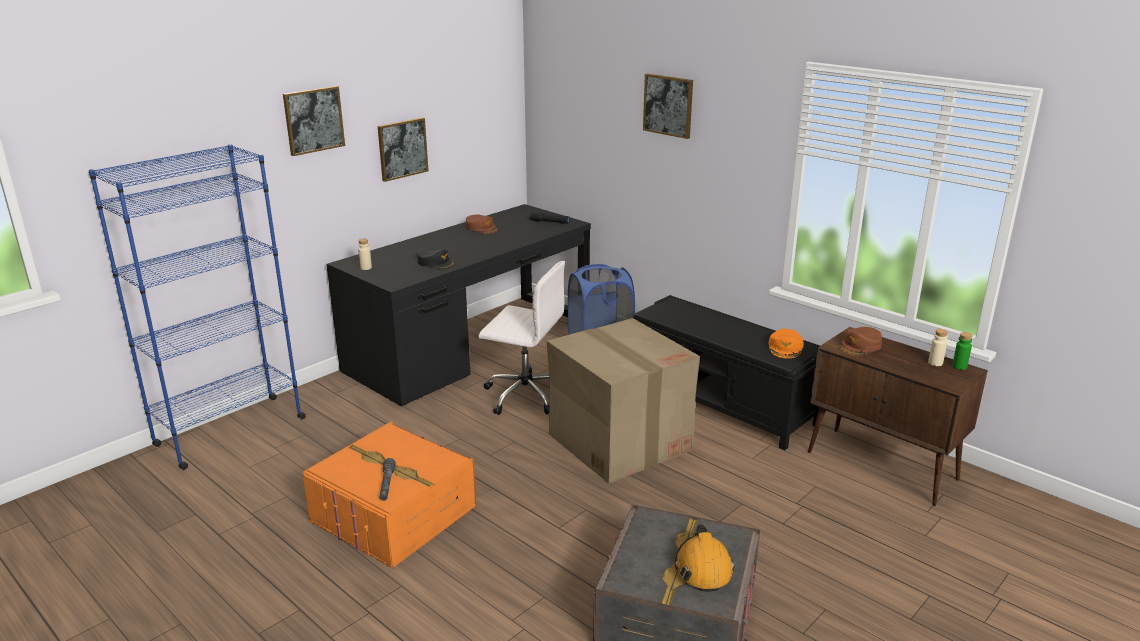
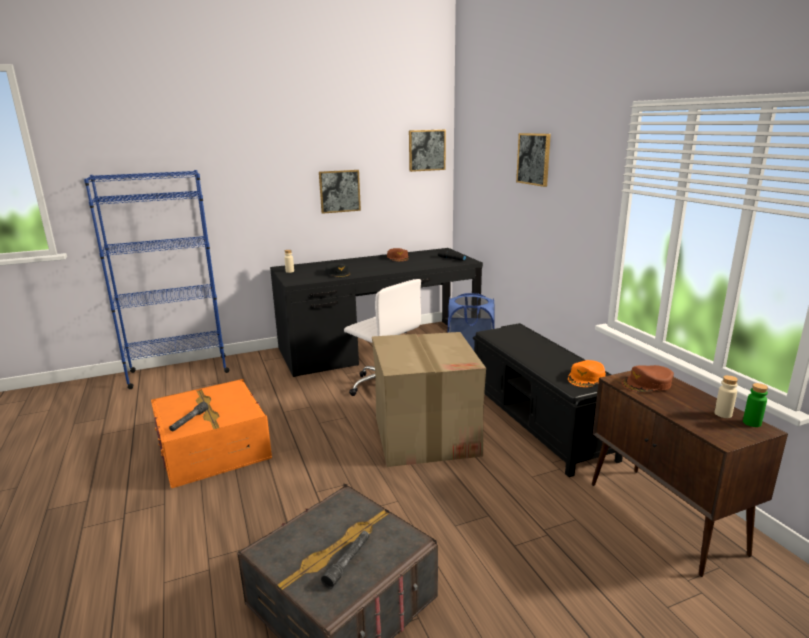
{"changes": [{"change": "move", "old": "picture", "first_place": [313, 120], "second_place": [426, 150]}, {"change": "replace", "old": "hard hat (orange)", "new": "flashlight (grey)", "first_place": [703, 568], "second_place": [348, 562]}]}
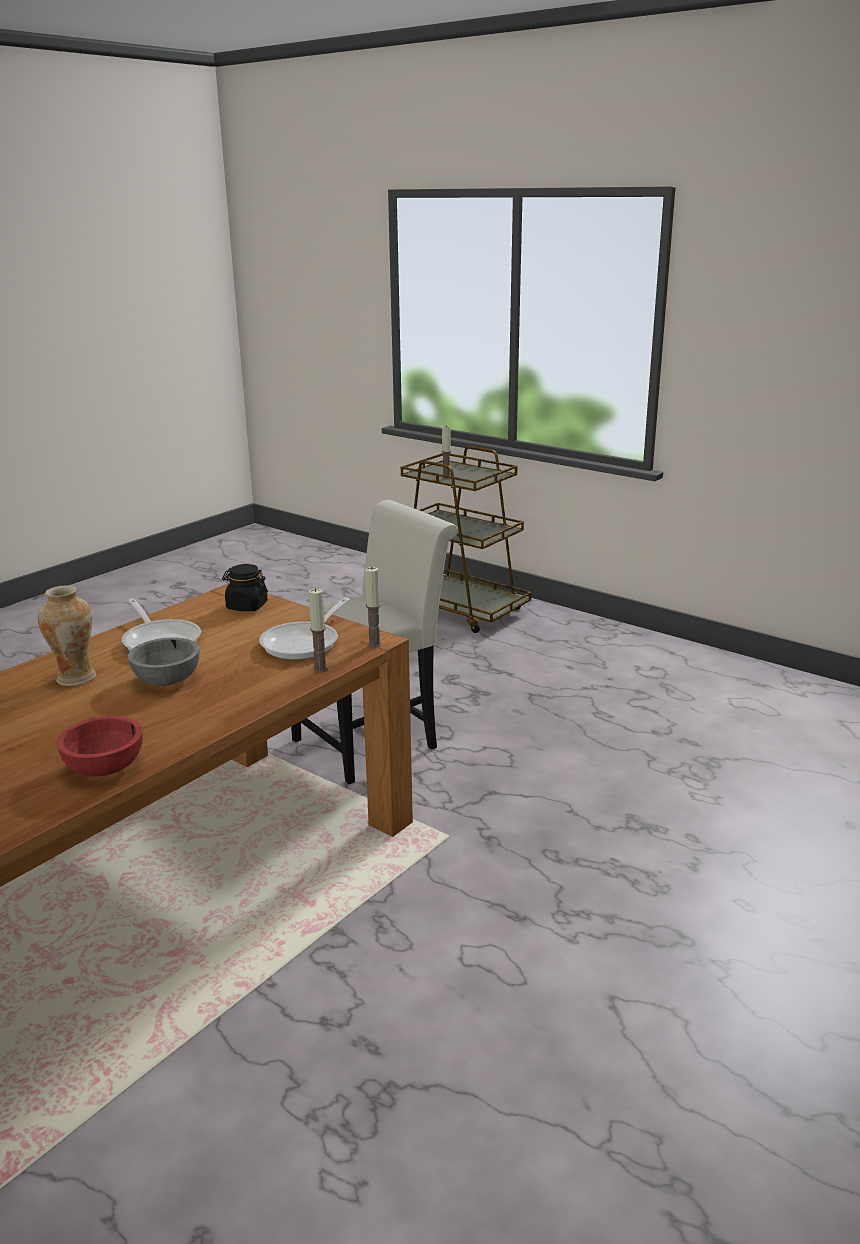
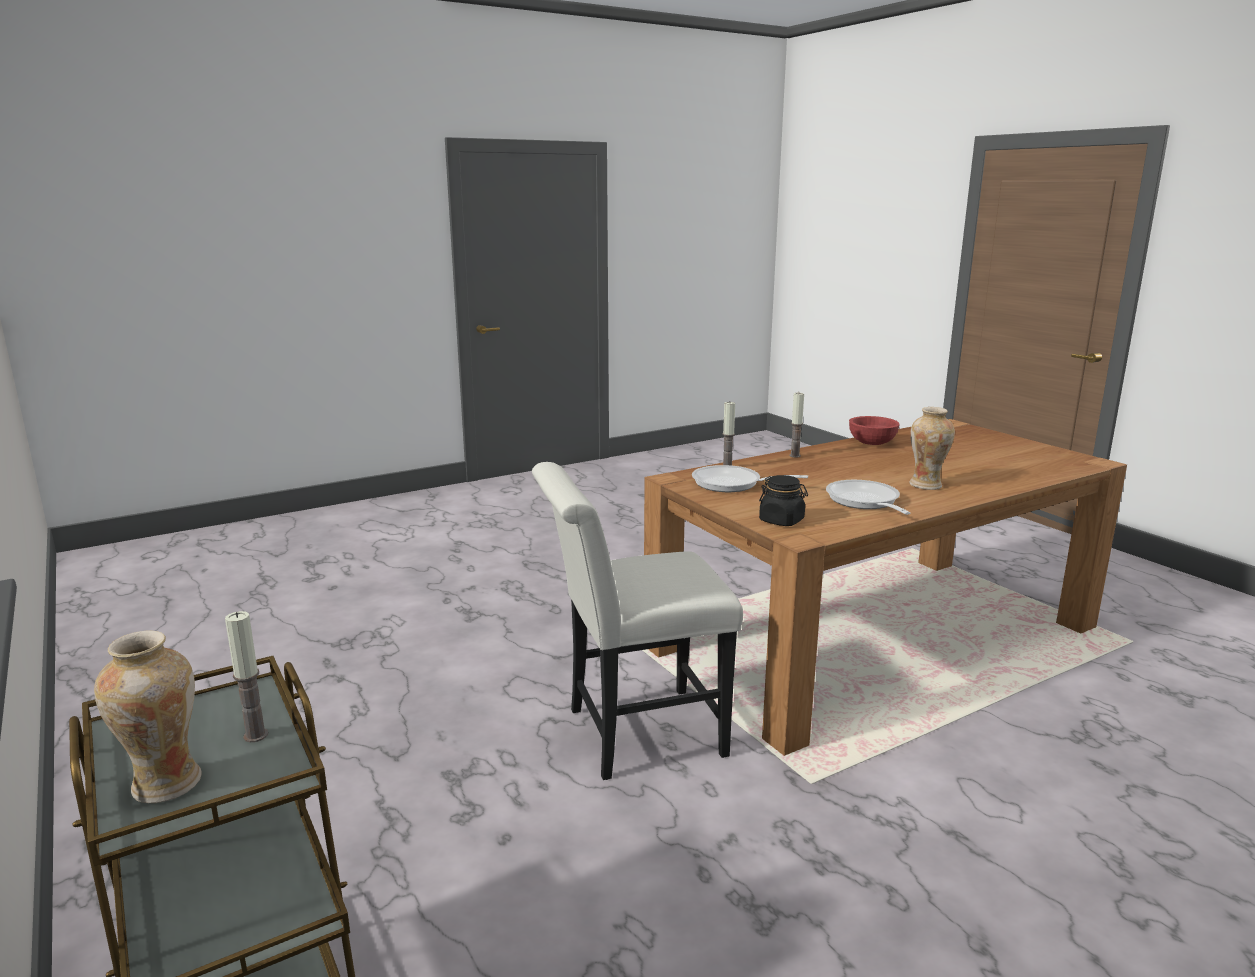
{"changes": [{"change": "delete", "old": "bowl (grey)", "first_place": [167, 680]}, {"change": "rotate", "old": "frying pan", "first_place": [305, 643], "second_place": [732, 484], "degrees": -120}, {"change": "move", "old": "candle", "first_place": [374, 644], "second_place": [794, 456]}, {"change": "insert", "new": "vase", "second_place": [166, 784]}]}
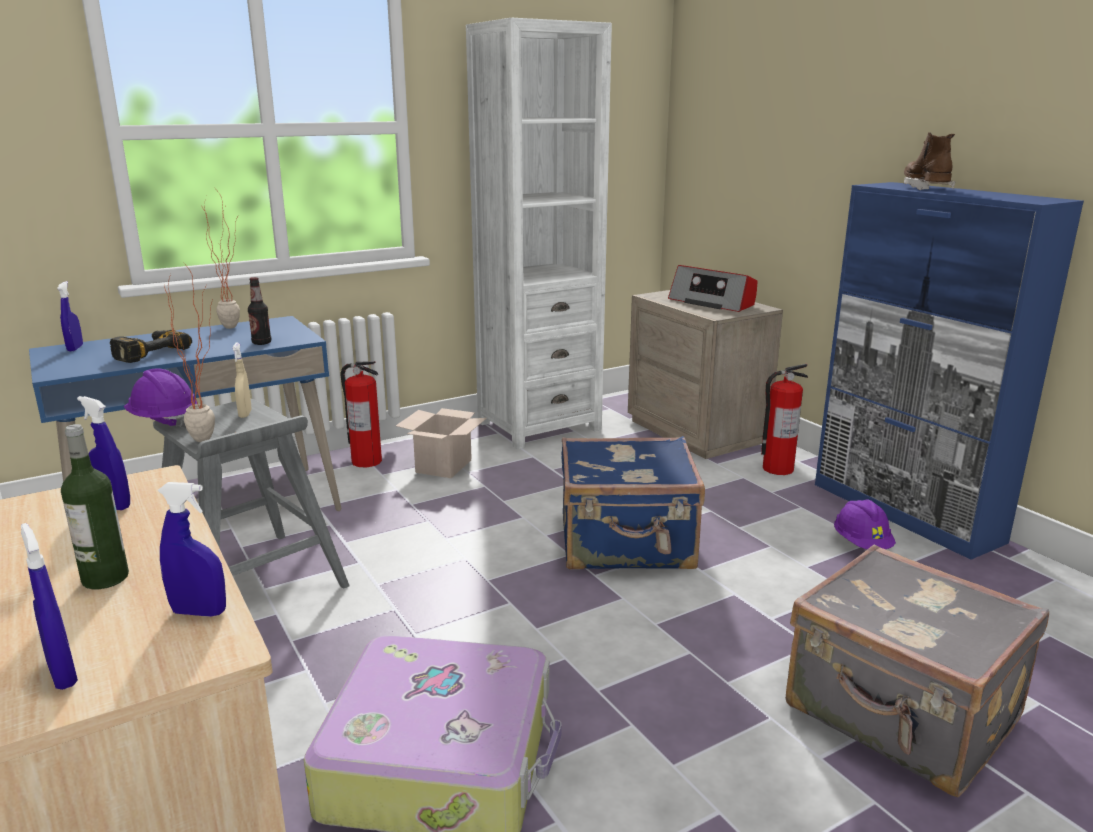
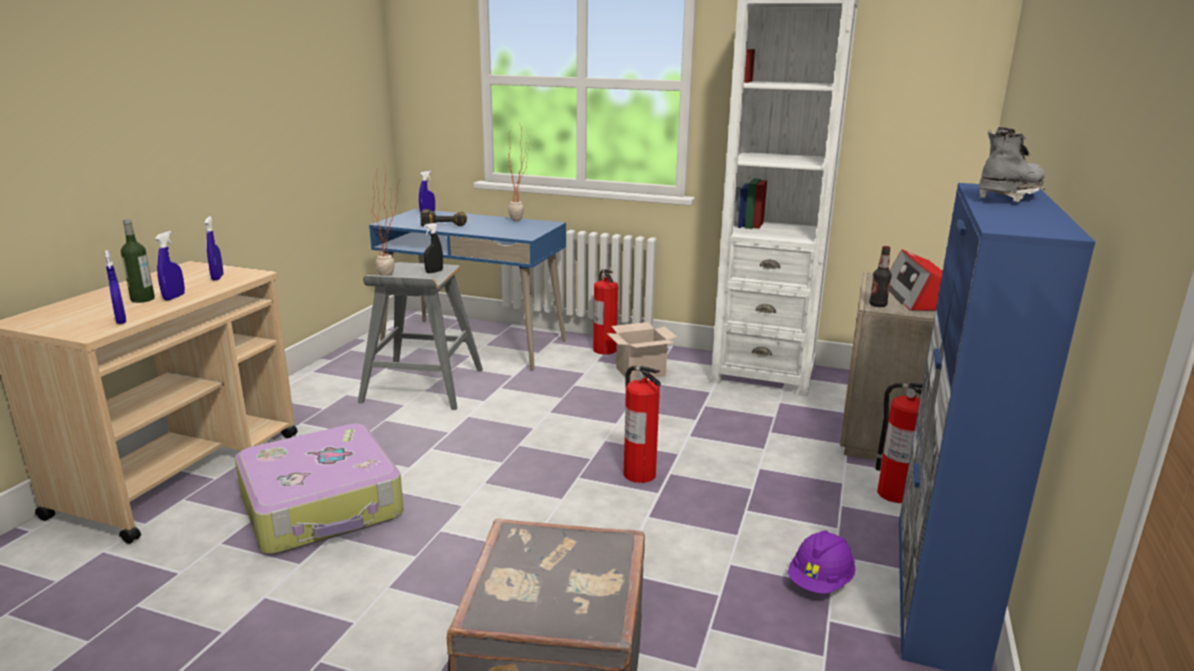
{"changes": [{"change": "move", "old": "spray bottle (blue)", "first_place": [62, 674], "second_place": [174, 297]}, {"change": "delete", "old": "hard hat (purple)", "first_place": [164, 421]}, {"change": "recolor", "old": "spray bottle (beige)", "new": "spray bottle (black)", "first_place": [245, 414], "second_place": [434, 272]}, {"change": "move", "old": "bottle", "first_place": [261, 343], "second_place": [877, 305]}, {"change": "replace", "old": "suitcase (blue)", "new": "fire extinguisher", "first_place": [627, 544], "second_place": [639, 473]}, {"change": "recolor", "old": "boot (brown)", "new": "boot (grey)", "first_place": [925, 188], "second_place": [1009, 197]}]}
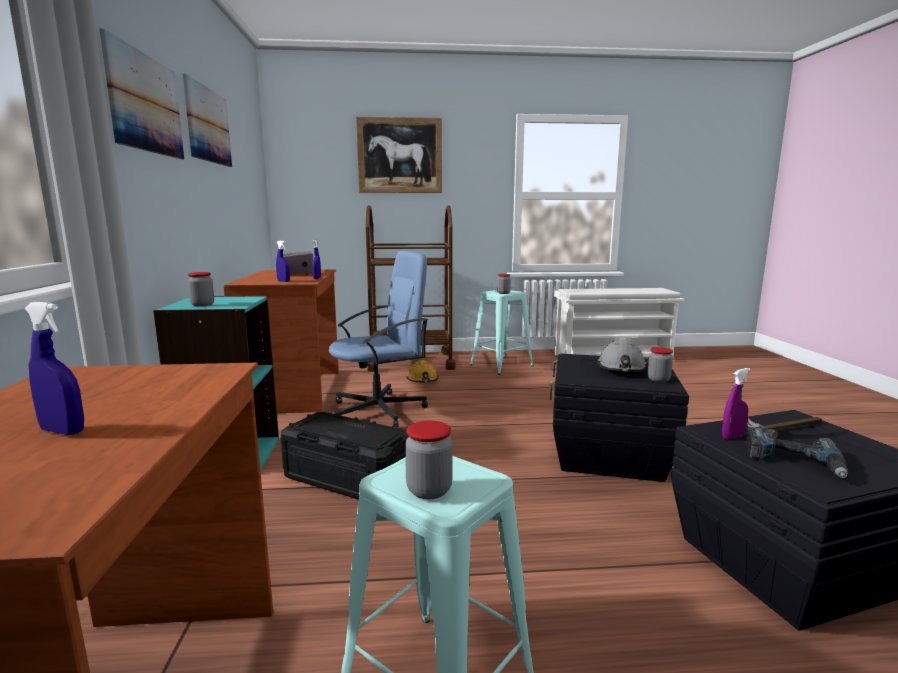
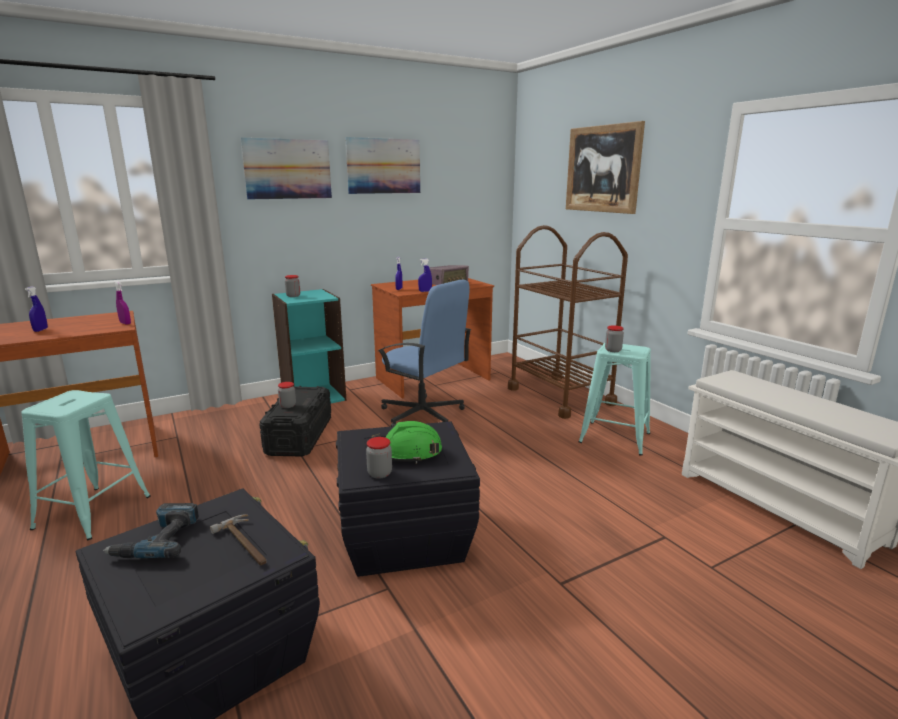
{"changes": [{"change": "move", "old": "jar", "first_place": [429, 490], "second_place": [288, 405]}, {"change": "delete", "old": "hard hat (orange)", "first_place": [422, 380]}, {"change": "recolor", "old": "hard hat (grey)", "new": "hard hat (green)", "first_place": [621, 369], "second_place": [408, 453]}, {"change": "move", "old": "spray bottle (purple)", "first_place": [732, 436], "second_place": [125, 323]}]}
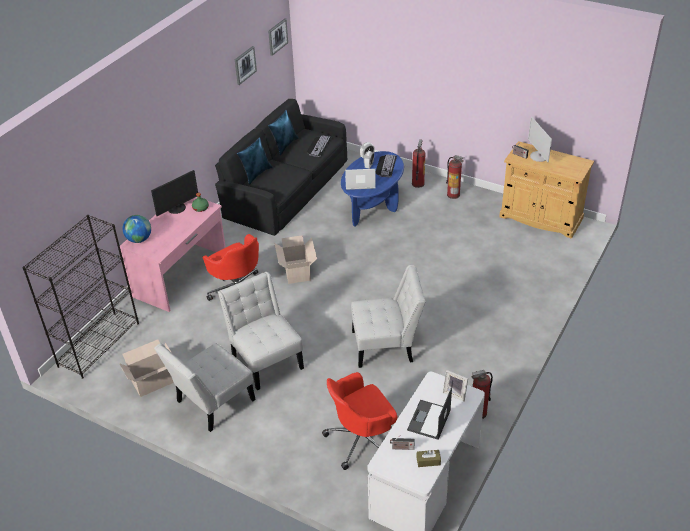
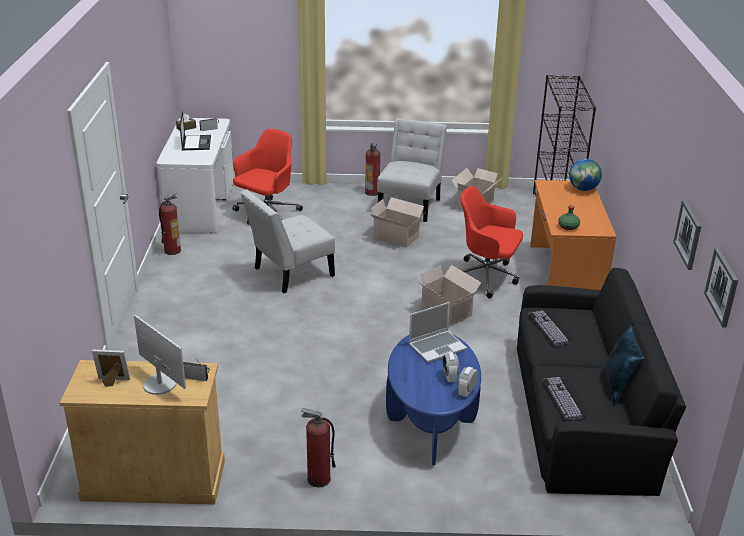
{"changes": [{"change": "recolor", "old": "desk (pink)", "new": "desk (orange)", "first_place": [181, 275], "second_place": [563, 275]}, {"change": "delete", "old": "monitor", "first_place": [177, 208]}, {"change": "replace", "old": "chair (white)", "new": "cardboard box", "first_place": [265, 359], "second_place": [397, 238]}, {"change": "delete", "old": "pillow (blue)", "first_place": [256, 174]}, {"change": "move", "old": "keyboard", "first_place": [385, 165], "second_place": [552, 328]}, {"change": "move", "old": "fire extinguisher", "first_place": [418, 183], "second_place": [372, 192]}, {"change": "move", "old": "picture frame", "first_place": [455, 393], "second_place": [112, 382]}]}
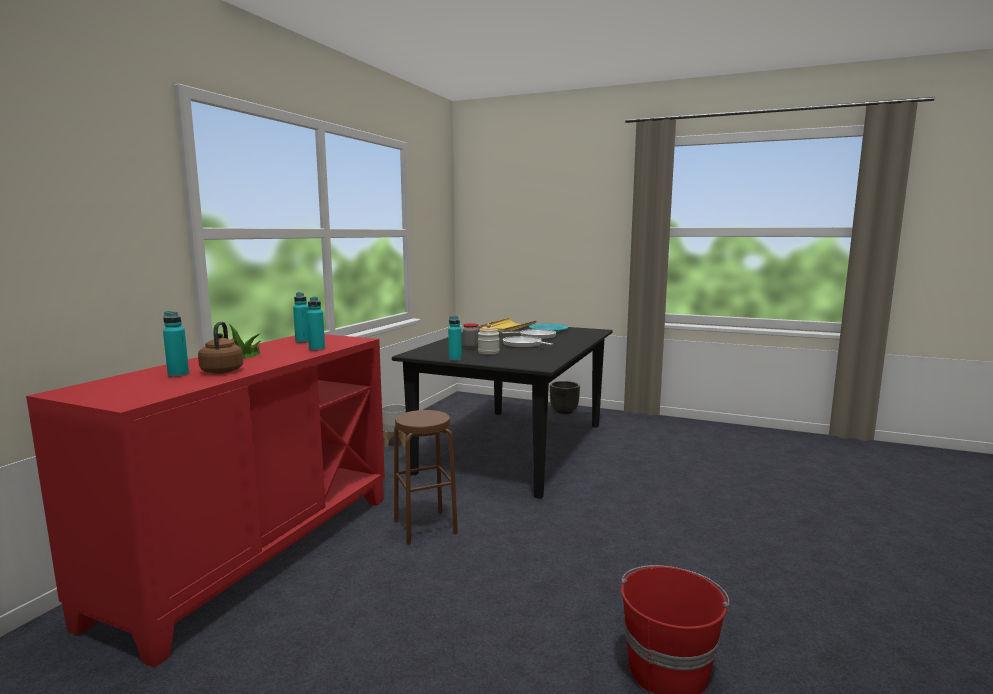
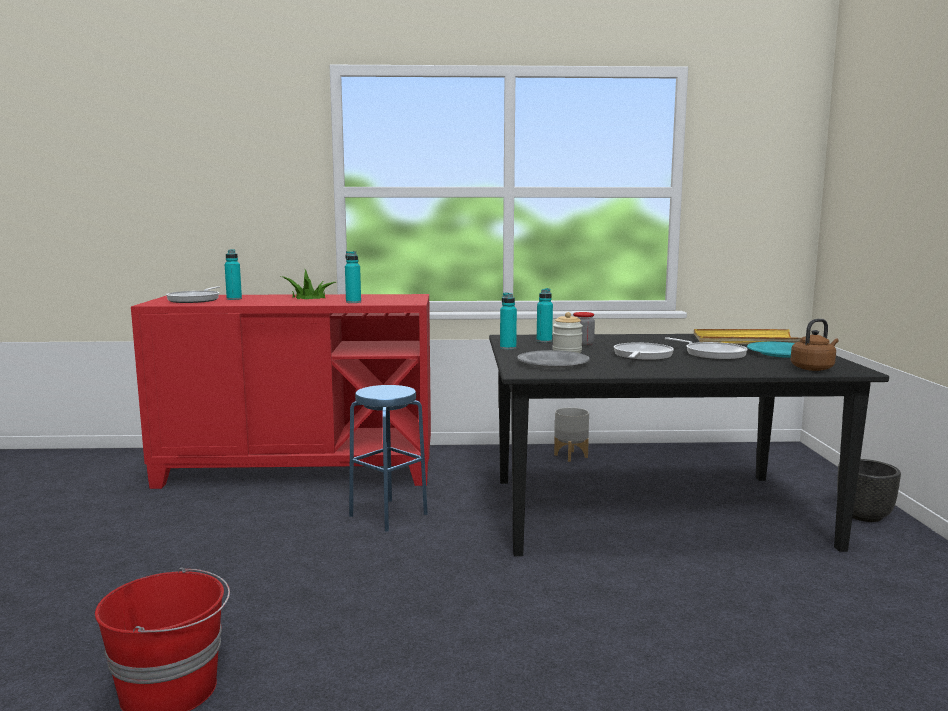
{"changes": [{"change": "move", "old": "kettle (brown)", "first_place": [223, 370], "second_place": [813, 368]}, {"change": "move", "old": "bottle (turquoise)", "first_place": [303, 341], "second_place": [544, 341]}, {"change": "recolor", "old": "stool (brown)", "new": "stool (blue)", "first_place": [425, 527], "second_place": [388, 514]}, {"change": "insert", "new": "frying pan", "second_place": [195, 299]}, {"change": "insert", "new": "plate (grey)", "second_place": [553, 363]}]}
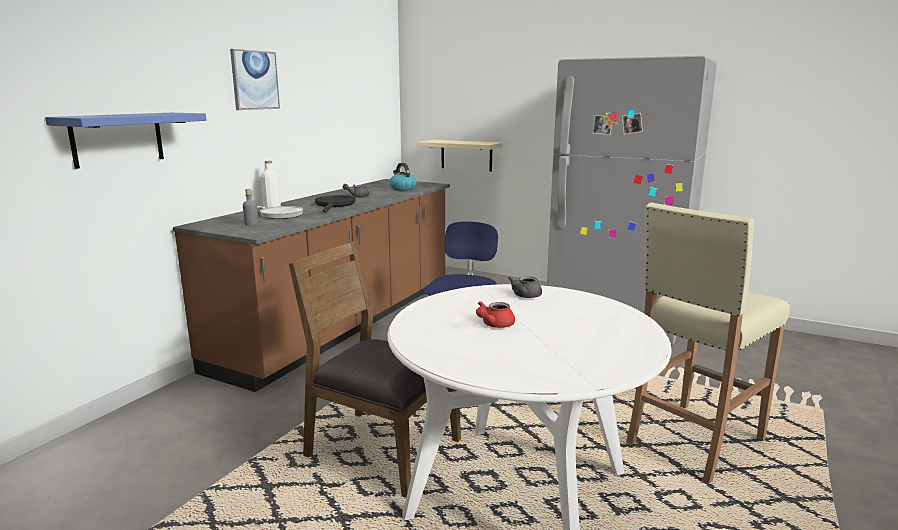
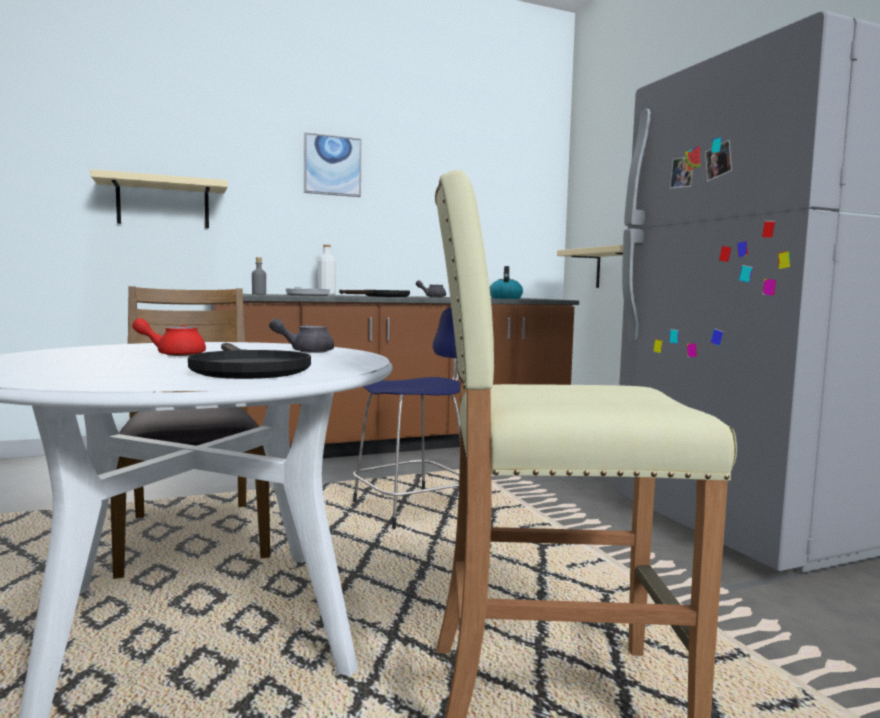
{"changes": [{"change": "recolor", "old": "shelf (blue)", "new": "shelf (beige)", "first_place": [117, 139], "second_place": [163, 204]}, {"change": "insert", "new": "frying pan (black)", "second_place": [246, 369]}]}
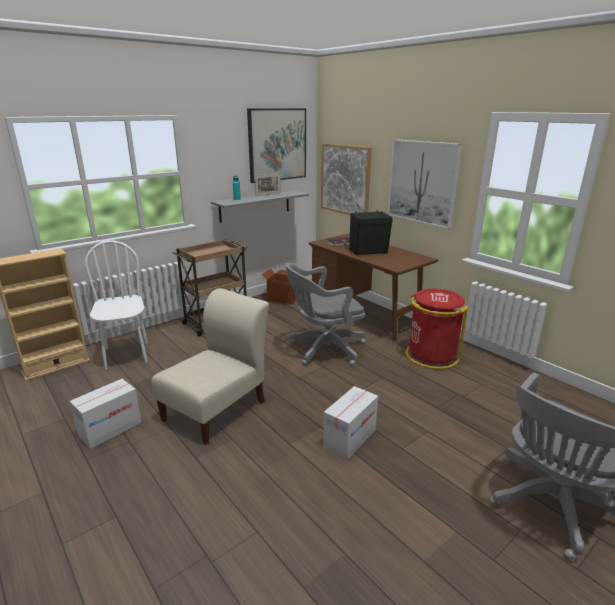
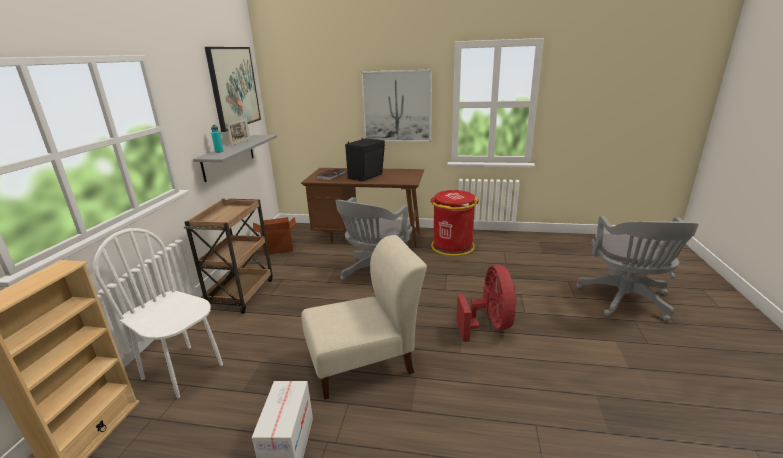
{"changes": [{"change": "rotate", "old": "chair (beige)", "first_place": [218, 408], "second_place": [365, 362], "degrees": 75}, {"change": "delete", "old": "picture", "first_place": [345, 180]}, {"change": "replace", "old": "cardboard box", "new": "fan (red)", "first_place": [349, 438], "second_place": [489, 325]}]}
